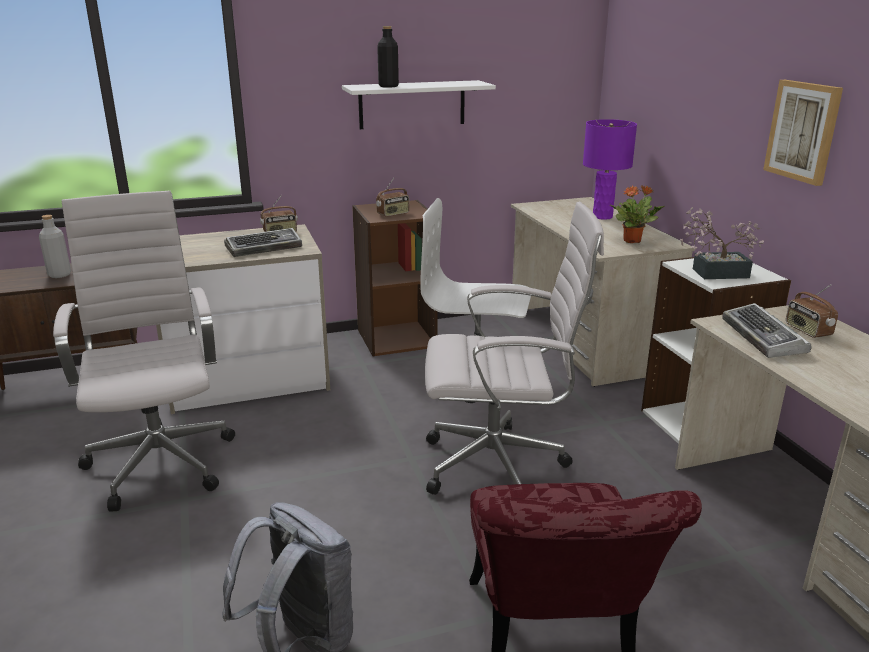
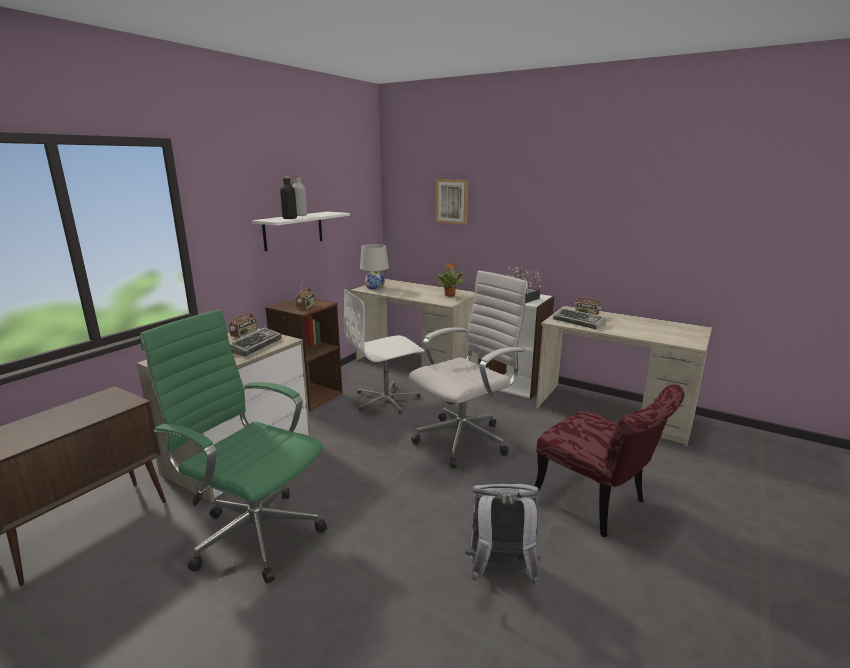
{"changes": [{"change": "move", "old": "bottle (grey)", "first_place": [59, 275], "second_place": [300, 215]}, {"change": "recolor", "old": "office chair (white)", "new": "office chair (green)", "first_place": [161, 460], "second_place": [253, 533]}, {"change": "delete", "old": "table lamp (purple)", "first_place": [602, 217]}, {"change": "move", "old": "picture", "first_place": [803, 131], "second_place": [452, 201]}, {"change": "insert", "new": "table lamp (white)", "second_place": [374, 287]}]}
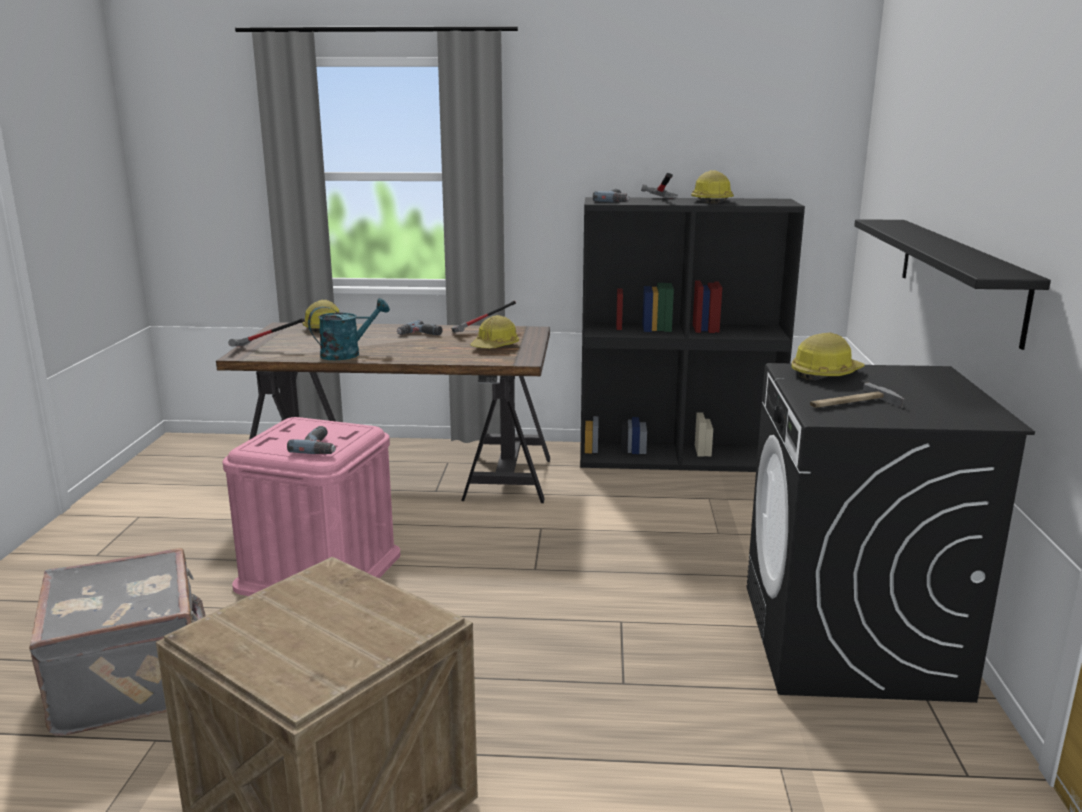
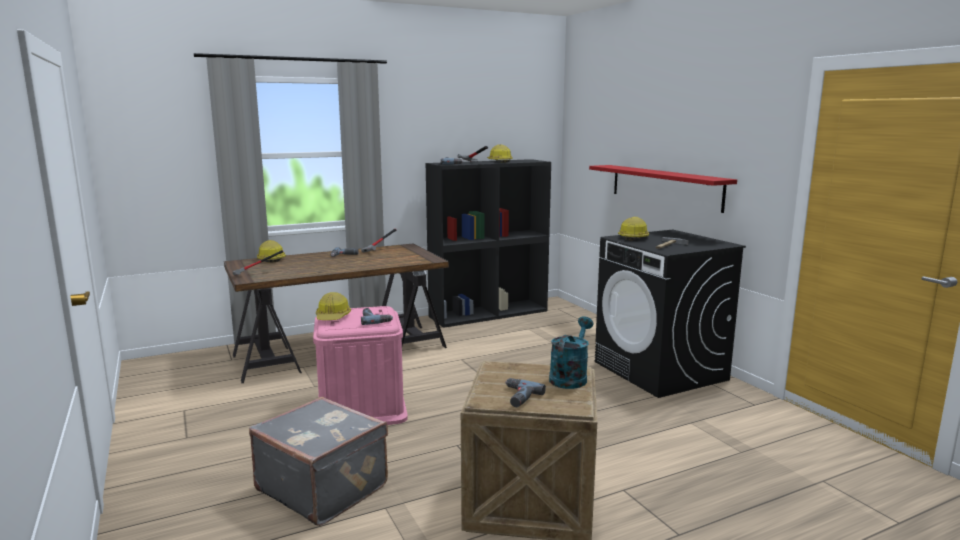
{"changes": [{"change": "move", "old": "watering can (turquoise)", "first_place": [347, 354], "second_place": [570, 377]}, {"change": "move", "old": "hard hat", "first_place": [495, 346], "second_place": [333, 317]}, {"change": "recolor", "old": "shelf (black)", "new": "shelf (red)", "first_place": [958, 276], "second_place": [664, 186]}, {"change": "insert", "new": "power drill", "second_place": [517, 397]}]}
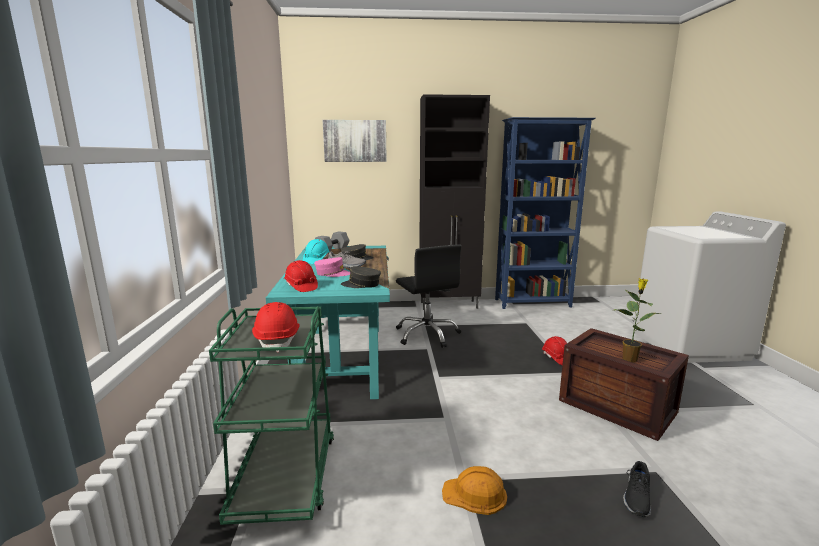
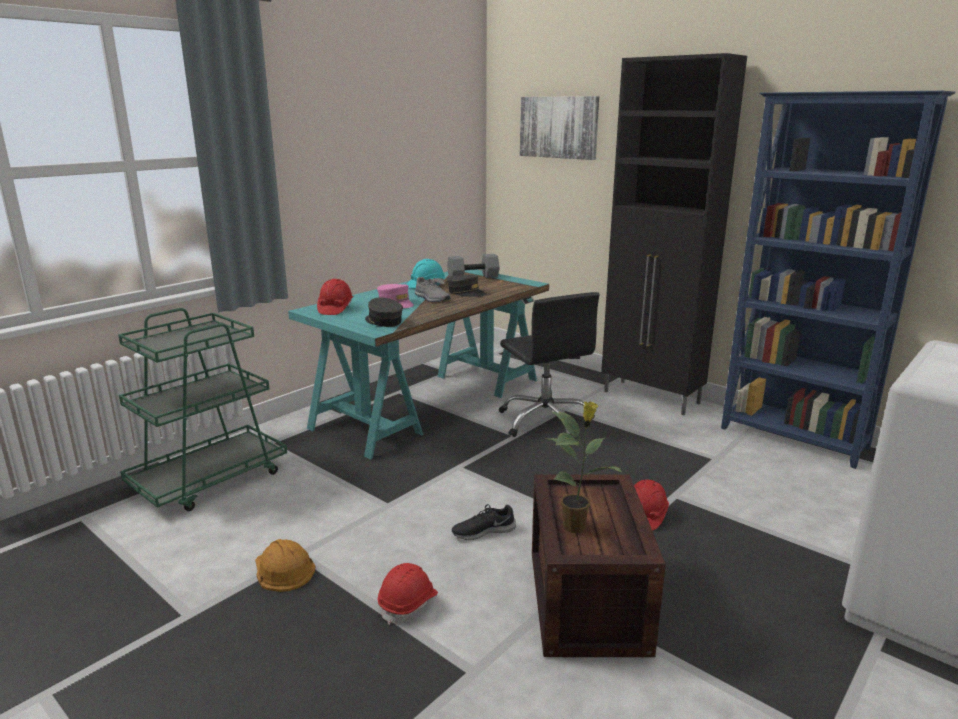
{"changes": [{"change": "move", "old": "hard hat (red)", "first_place": [278, 339], "second_place": [408, 604]}, {"change": "rotate", "old": "office chair (black)", "first_place": [427, 334], "second_place": [545, 421], "degrees": -45}, {"change": "move", "old": "shoe (black)", "first_place": [636, 497], "second_place": [483, 531]}]}
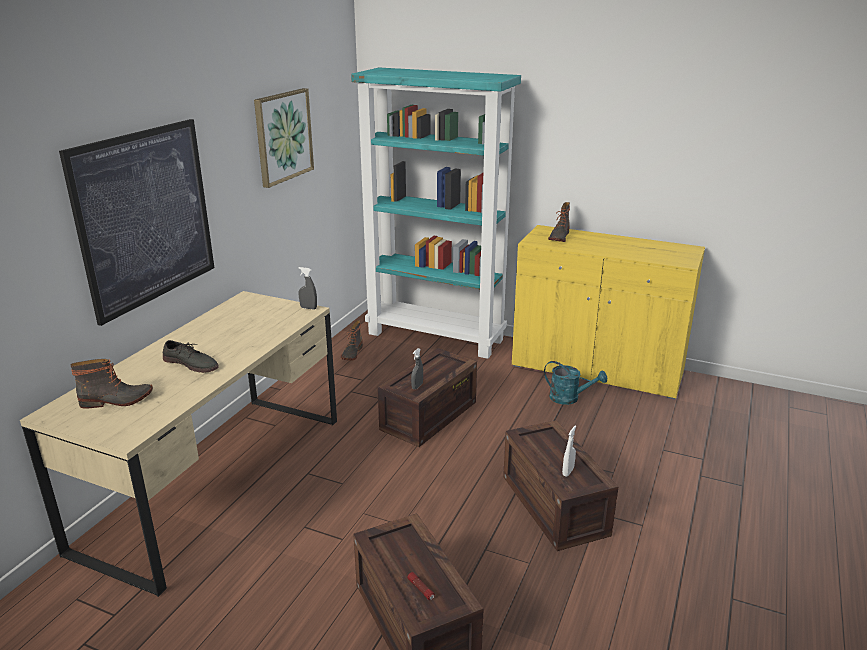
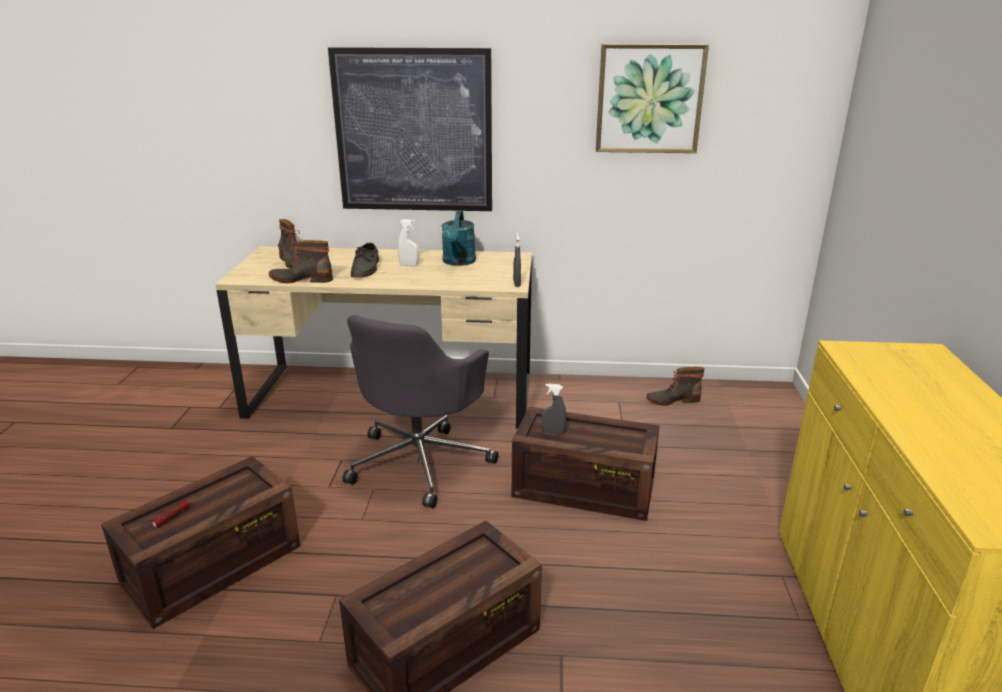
{"changes": [{"change": "delete", "old": "bookcase (turquoise)", "first_place": [436, 336]}, {"change": "move", "old": "watering can (turquoise)", "first_place": [569, 398], "second_place": [458, 262]}, {"change": "move", "old": "boot", "first_place": [558, 237], "second_place": [302, 279]}, {"change": "move", "old": "spray bottle (white)", "first_place": [568, 471], "second_place": [409, 265]}, {"change": "insert", "new": "office chair (grey)", "second_place": [421, 461]}]}
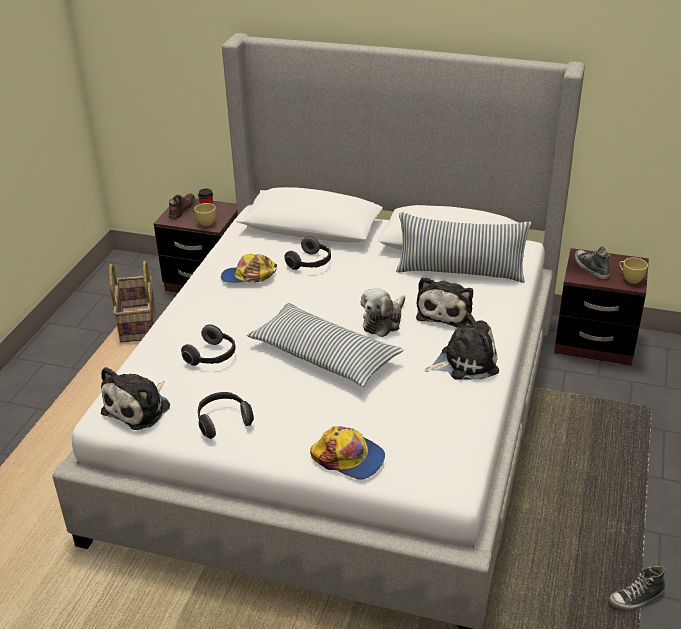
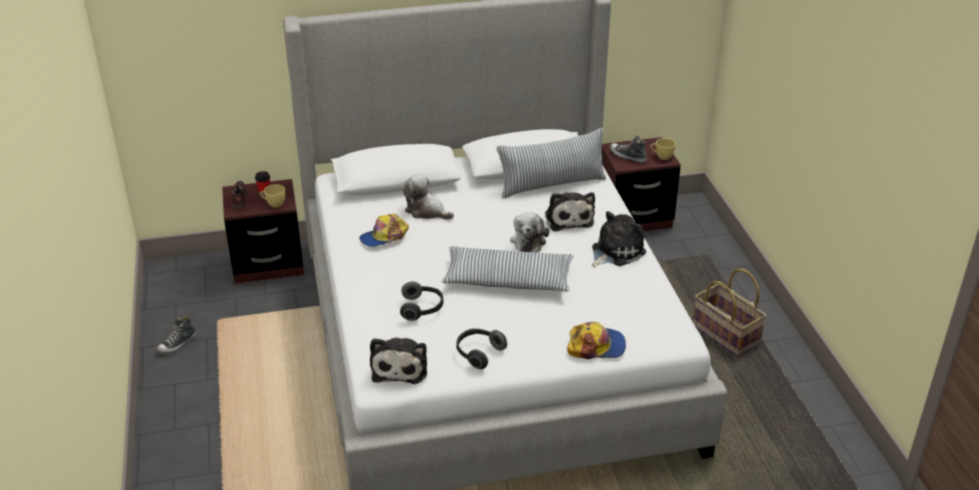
{"changes": [{"change": "move", "old": "basket", "first_place": [137, 323], "second_place": [724, 334]}, {"change": "replace", "old": "headphones", "new": "plush toy", "first_place": [310, 263], "second_place": [426, 211]}, {"change": "move", "old": "shoe", "first_place": [636, 598], "second_place": [177, 344]}]}
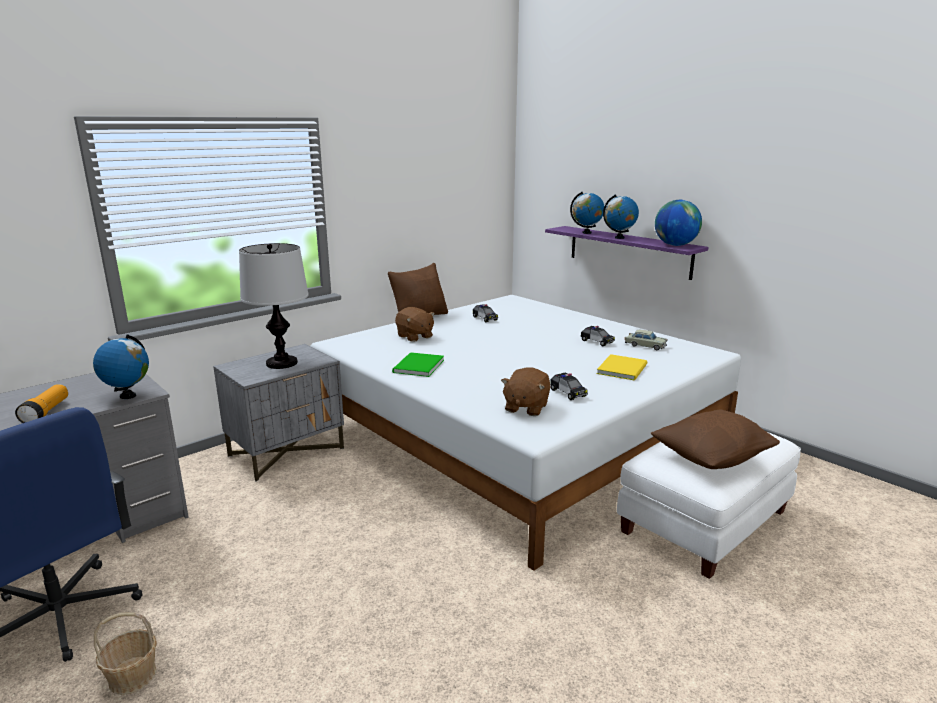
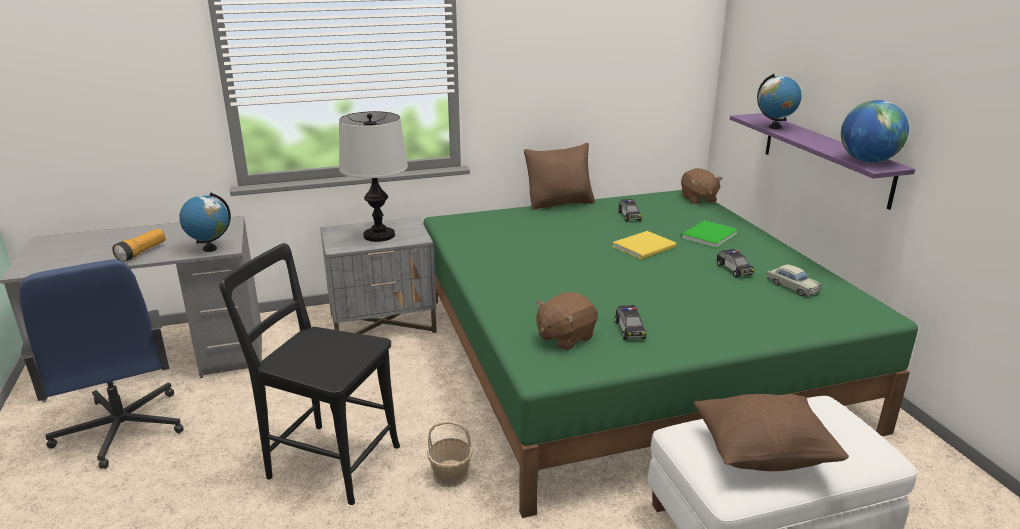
{"changes": [{"change": "move", "old": "basket", "first_place": [133, 676], "second_place": [451, 474]}, {"change": "recolor", "old": "bed (white)", "new": "bed (green)", "first_place": [518, 433], "second_place": [626, 358]}, {"change": "move", "old": "book (green)", "first_place": [417, 366], "second_place": [707, 236]}, {"change": "move", "old": "plush toy (brown)", "first_place": [414, 336], "second_place": [698, 199]}, {"change": "move", "old": "book (yellow)", "first_place": [624, 369], "second_place": [646, 247]}, {"change": "delete", "old": "globe", "first_place": [619, 238]}, {"change": "insert", "new": "chair (black)", "second_place": [328, 460]}]}
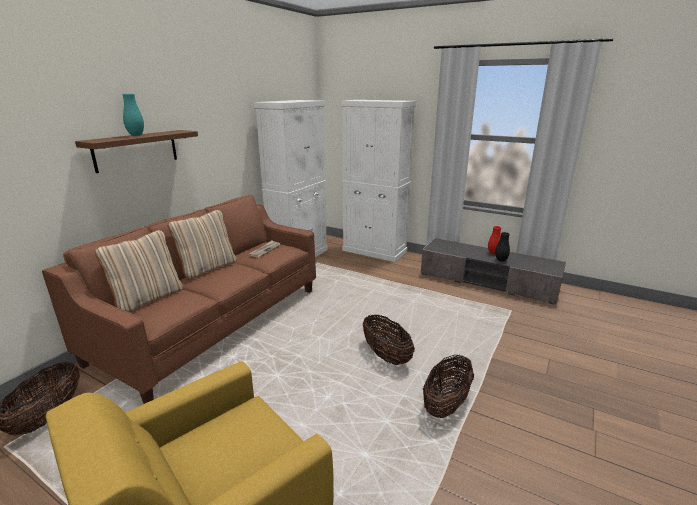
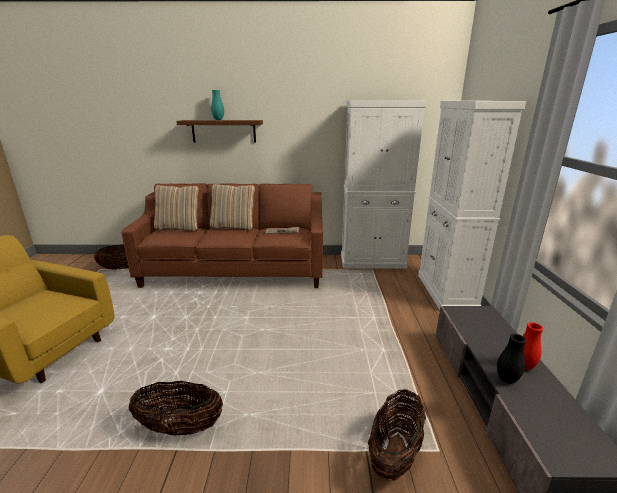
{"changes": [{"change": "move", "old": "basket", "first_place": [386, 356], "second_place": [394, 453]}]}
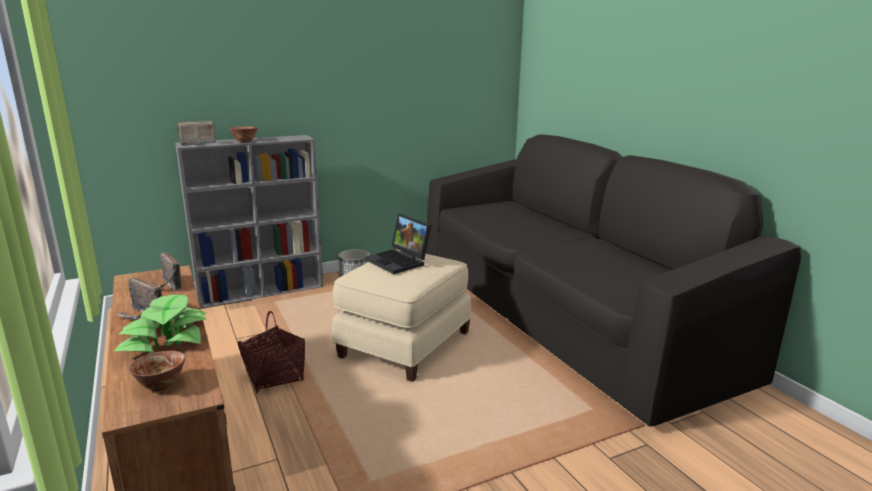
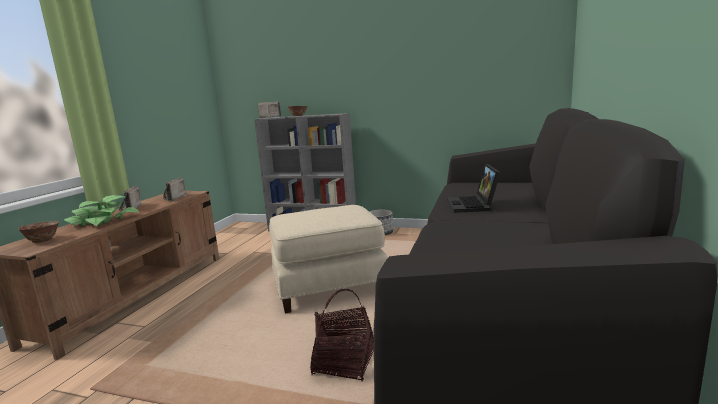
{"changes": [{"change": "move", "old": "basket", "first_place": [275, 376], "second_place": [345, 363]}, {"change": "move", "old": "laptop", "first_place": [400, 261], "second_place": [473, 205]}]}
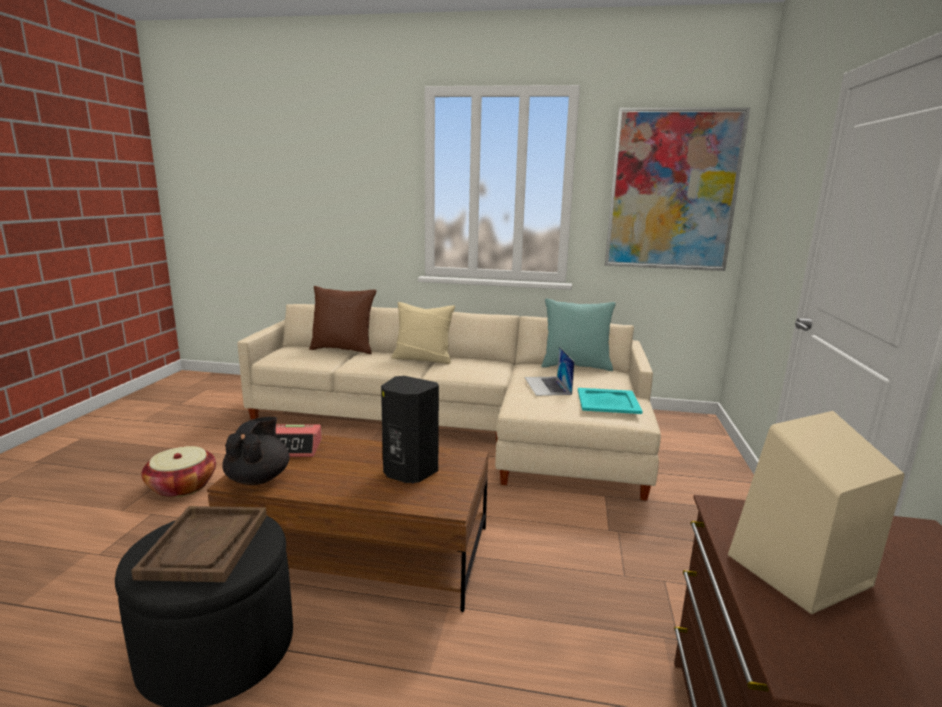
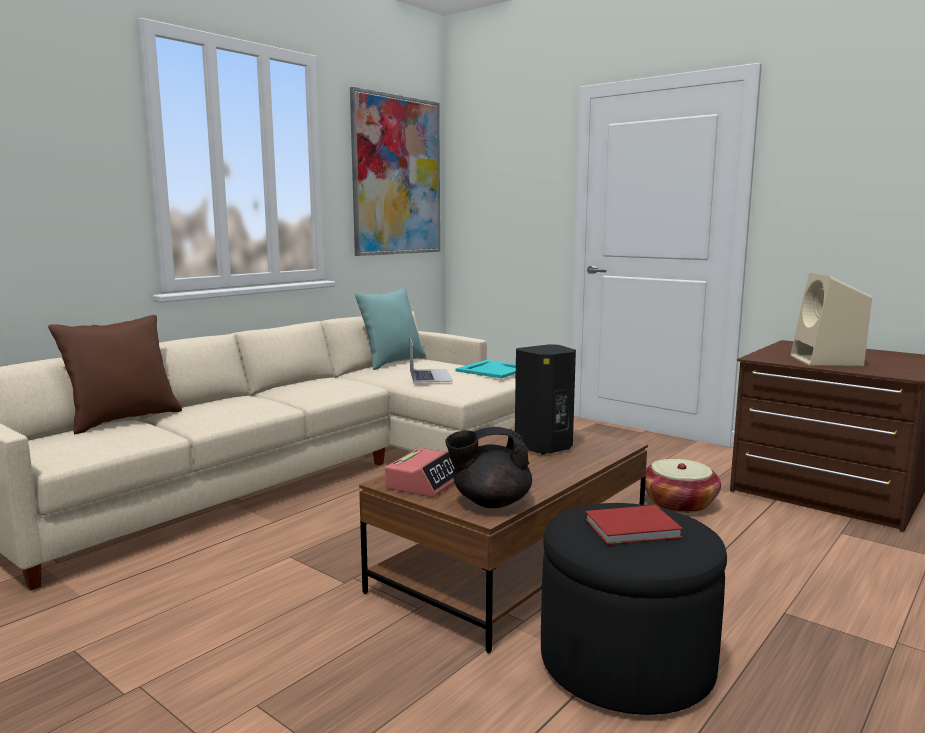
{"changes": [{"change": "replace", "old": "tray (brown)", "new": "book (red)", "first_place": [206, 545], "second_place": [635, 529]}, {"change": "move", "old": "basket", "first_place": [182, 486], "second_place": [679, 503]}, {"change": "rotate", "old": "teapot (black)", "first_place": [259, 478], "second_place": [490, 502], "degrees": -45}, {"change": "delete", "old": "pillow (beige)", "first_place": [423, 359]}, {"change": "rotate", "old": "laptop", "first_place": [547, 386], "second_place": [430, 375], "degrees": -120}]}
